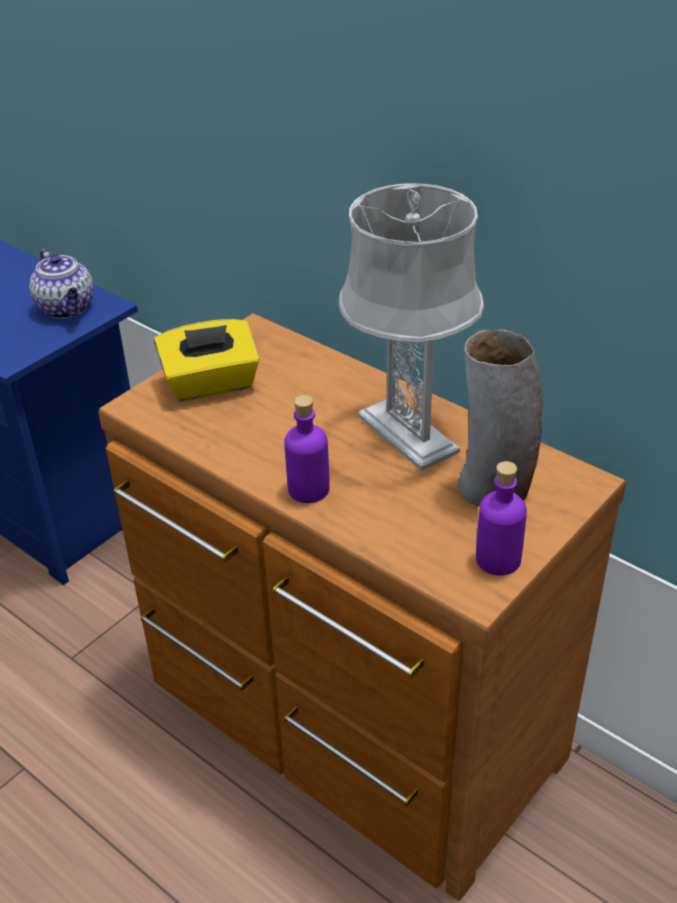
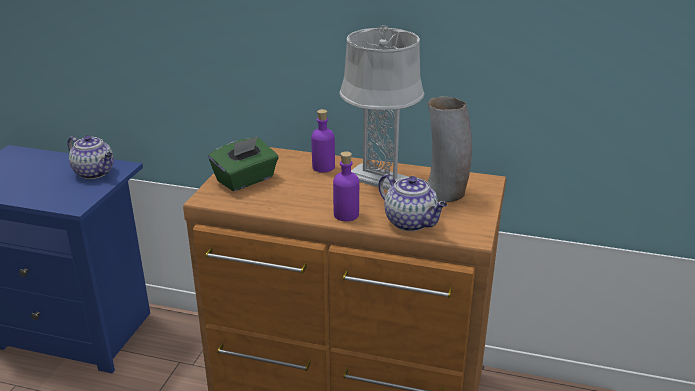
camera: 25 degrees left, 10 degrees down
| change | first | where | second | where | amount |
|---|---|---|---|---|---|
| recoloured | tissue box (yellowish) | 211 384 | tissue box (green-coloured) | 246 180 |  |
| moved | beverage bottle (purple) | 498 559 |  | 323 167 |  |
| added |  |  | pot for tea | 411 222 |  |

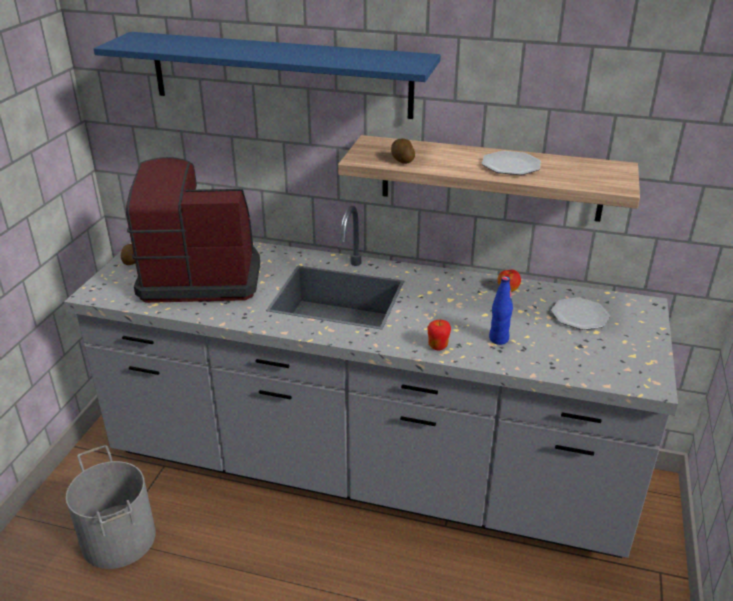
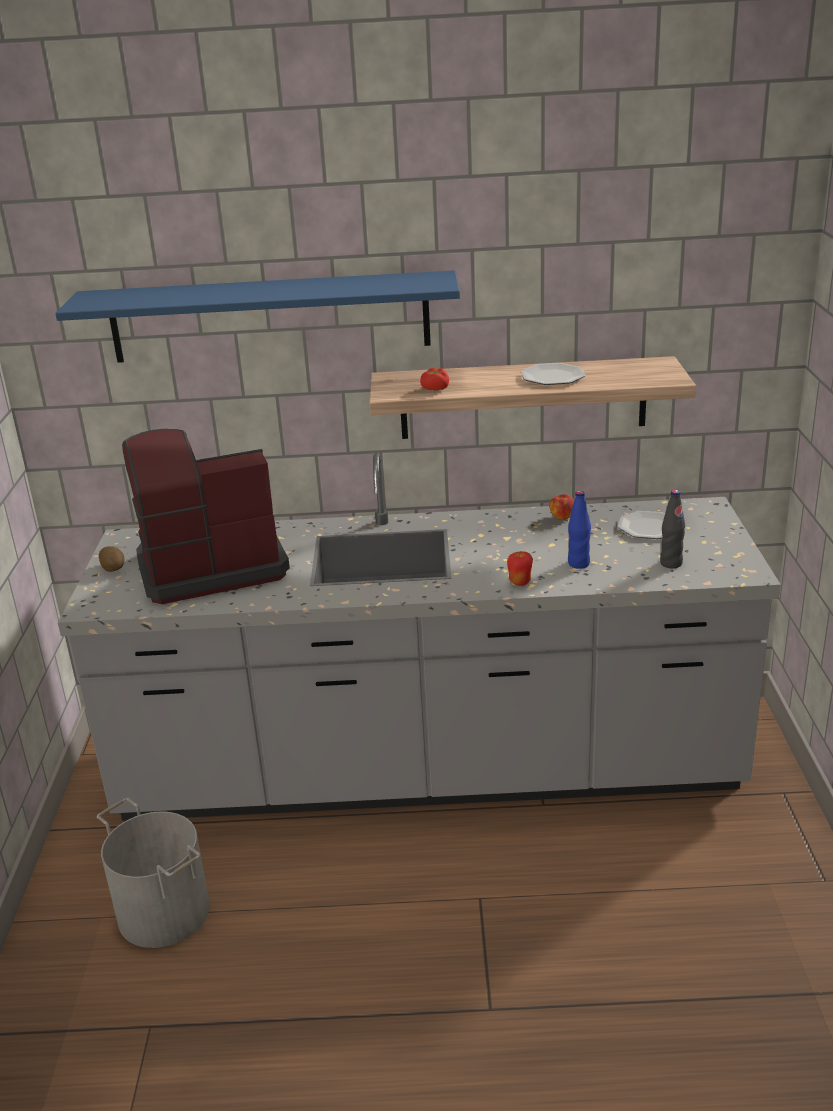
camera: 15 degrees left, 5 degrees down
| change | first | where | second | where | amount |
|---|---|---|---|---|---|
| replaced | spud | 402 160 | whole tomato | 436 389 |  |
| added |  |  | beverage bottle (black-coloured) | 671 563 |  |

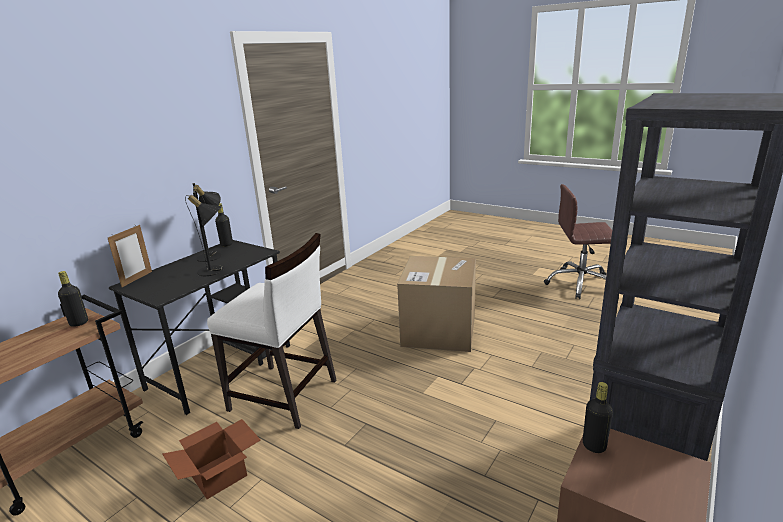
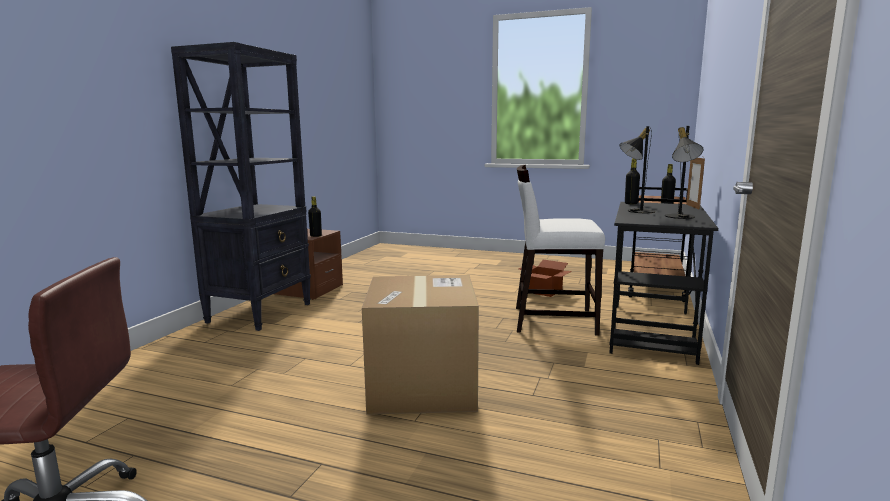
camera: 165 degrees right, 10 degrees down
| change | first | where | second | where | amount |
|---|---|---|---|---|---|
| moved | beverage bottle (black-coloured) | 226 244 |  | 631 203 |  |

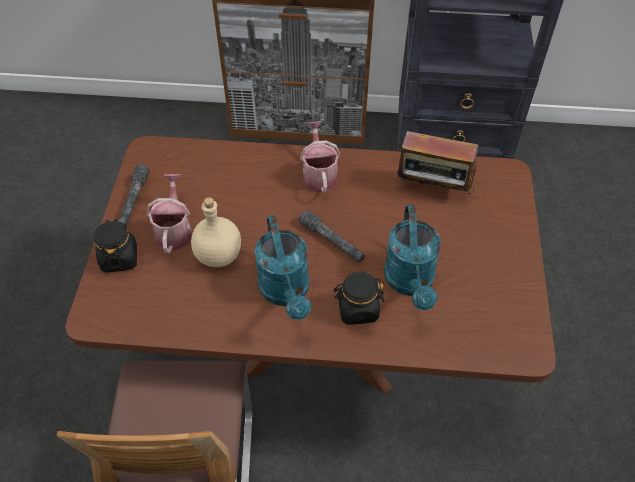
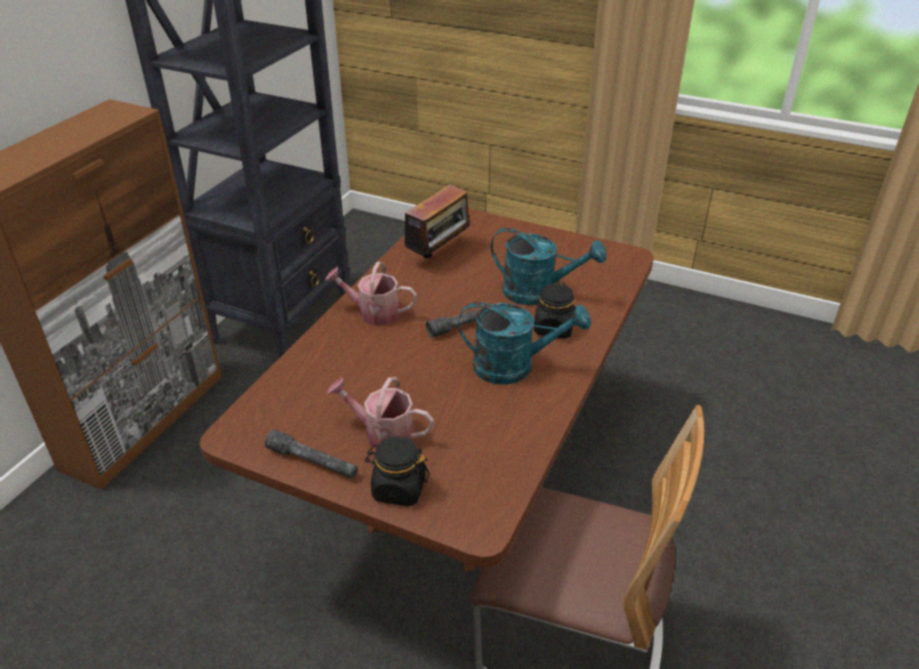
camera: 70 degrees left, 15 degrees down
| change | first | where | second | where | amount |
|---|---|---|---|---|---|
| removed | beverage bottle (beige) | 219 256 |  |  |  |

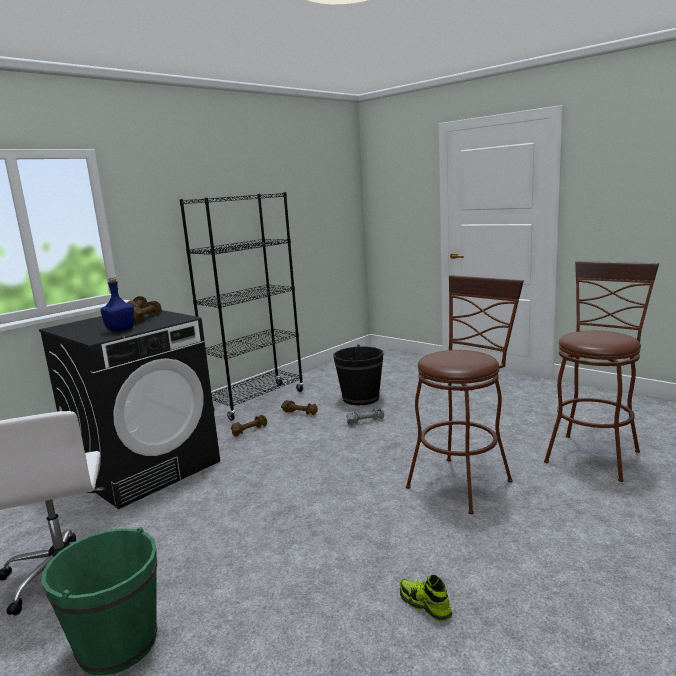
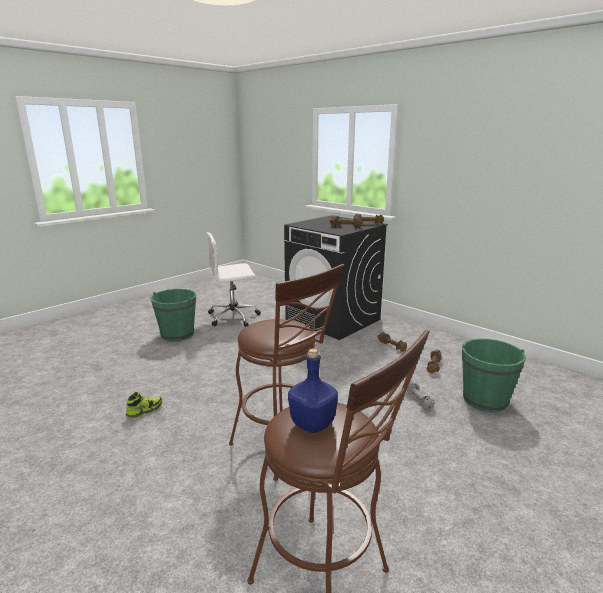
camera: 90 degrees right, 5 degrees up
| change | first | where | second | where | amount |
|---|---|---|---|---|---|
| moved | beverage bottle (blue-coloured) | 120 330 |  | 311 423 |  |
| recoloured | pail (black-coloured) | 361 398 | pail (green-coloured) | 485 400 |  |
| removed | shelving unit (black-coloured) | 257 401 |  |  |  |

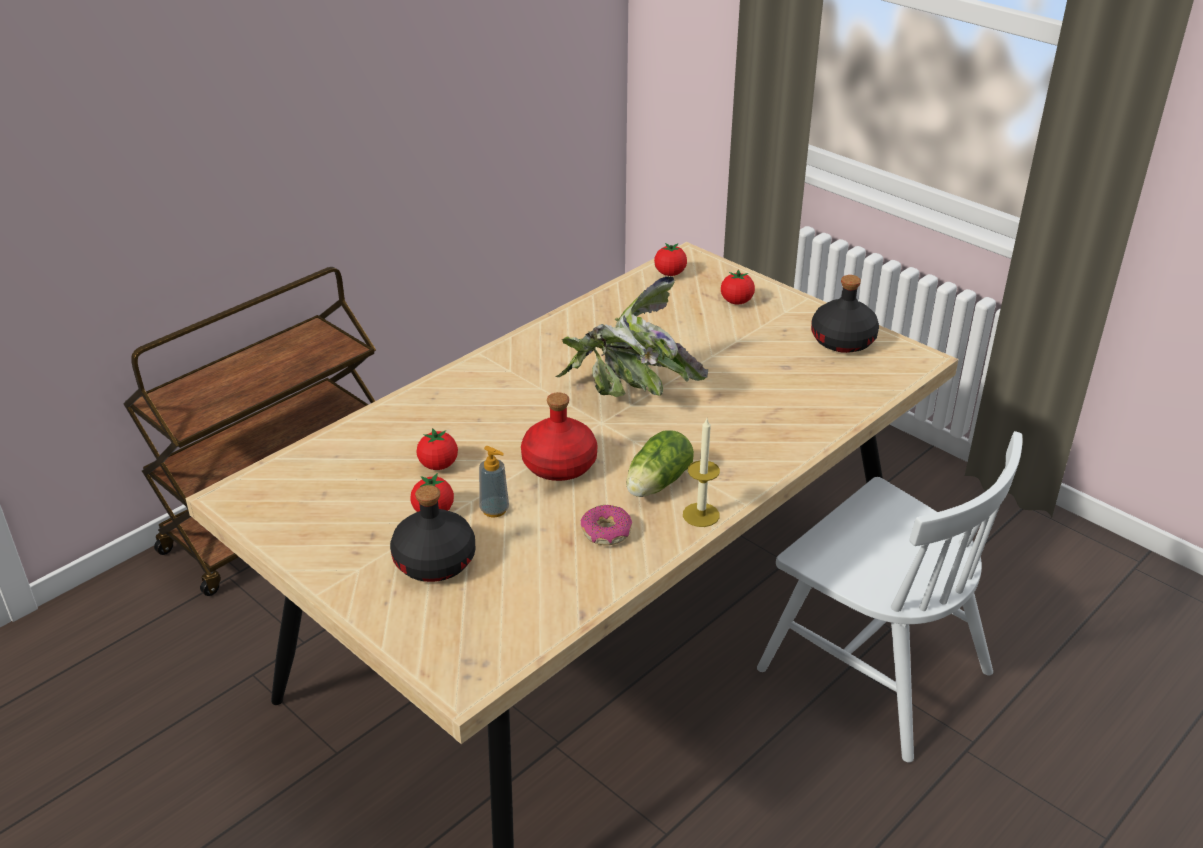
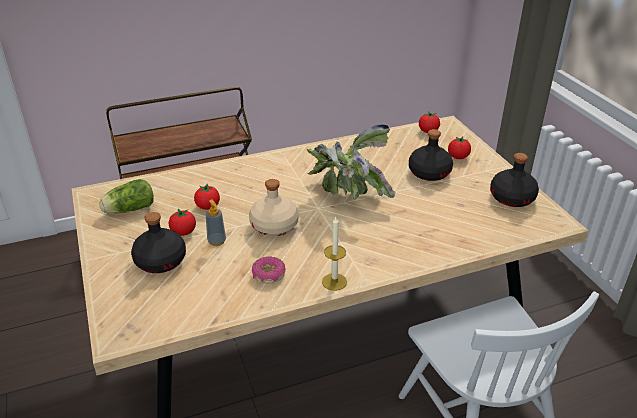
camera: 25 degrees right, 0 degrees up
| change | first | where | second | where | amount |
|---|---|---|---|---|---|
| moved | lettuce | 655 484 |  | 128 210 |  |
| recoloured | beverage bottle (red-coloured) | 559 465 | beverage bottle (beige) | 273 226 |  |
| added |  |  | beverage bottle (black-coloured) | 429 172 |  |

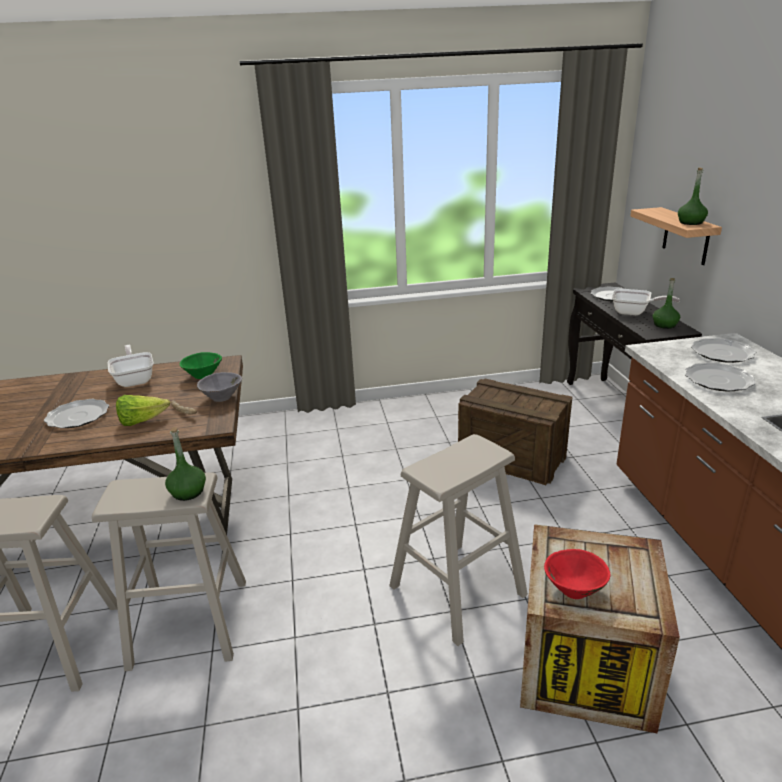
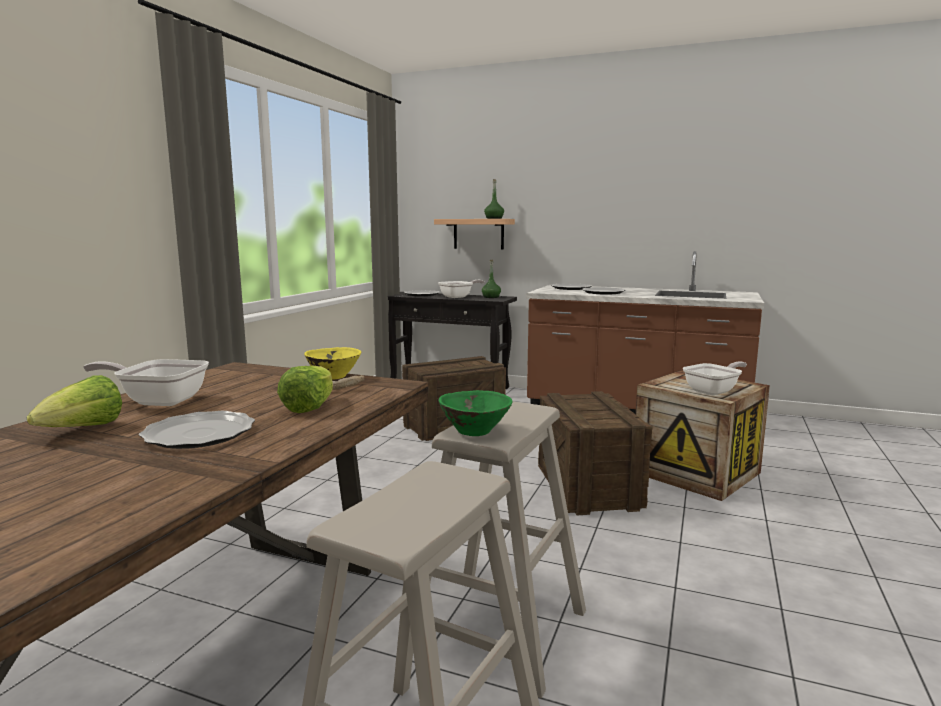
camera: 60 degrees left, 15 degrees down
| change | first | where | second | where | amount |
|---|---|---|---|---|---|
| added |  |  | lettuce | 83 429 |  |
| recoloured | bowl (greyish) | 222 398 | bowl (yellowish) | 334 377 |  |
| moved | bowl (green-coloured) | 203 376 |  | 475 431 |  |
| replaced | stool seat (beige) | 457 590 | crate | 587 486 |  |
| replaced | bowl (red-coloured) | 575 589 | pan | 714 391 |  |
| removed | beverage bottle (green-coloured) | 188 492 |  |  |  |

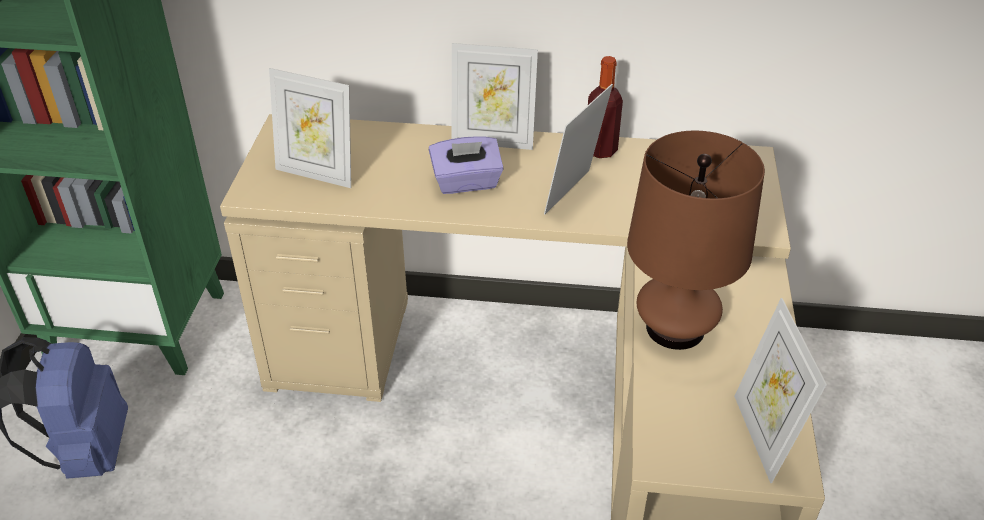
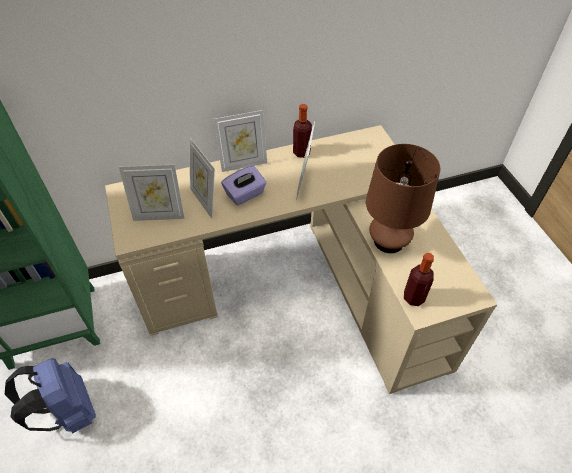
camera: 25 degrees left, 10 degrees up
| change | first | where | second | where | amount |
|---|---|---|---|---|---|
| moved | standing frame | 763 436 |  | 205 201 |  |
| added |  |  | beverage bottle | 413 297 |  |

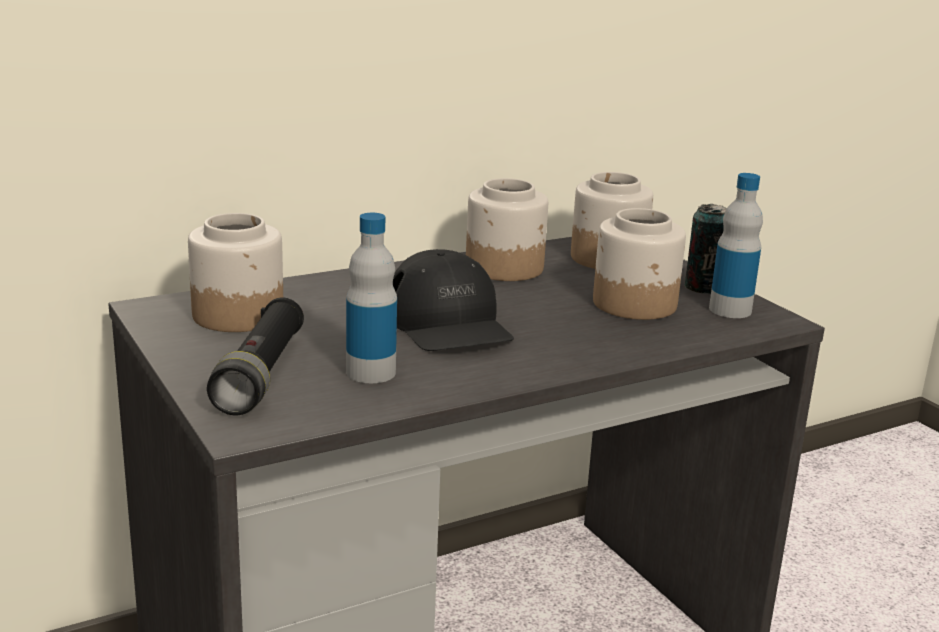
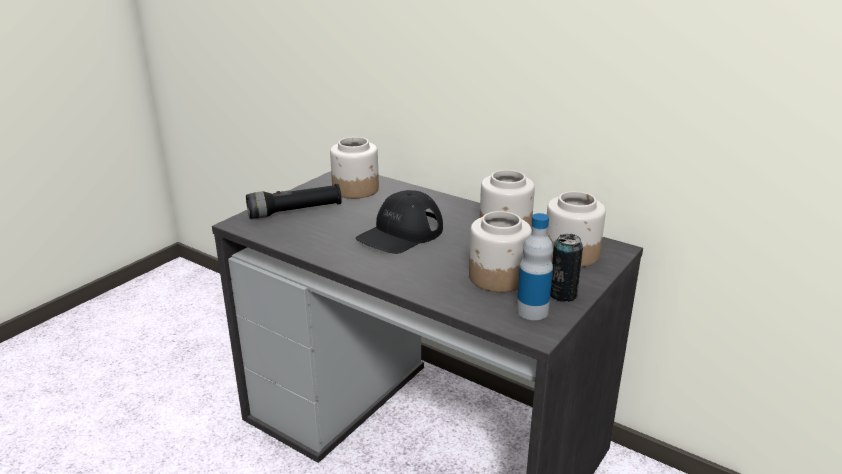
camera: 65 degrees right, 5 degrees up
| change | first | where | second | where | amount |
|---|---|---|---|---|---|
| removed | beverage bottle | 371 372 |  |  |  |

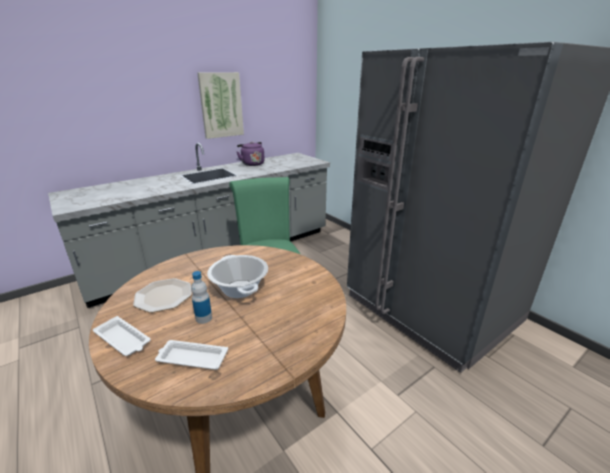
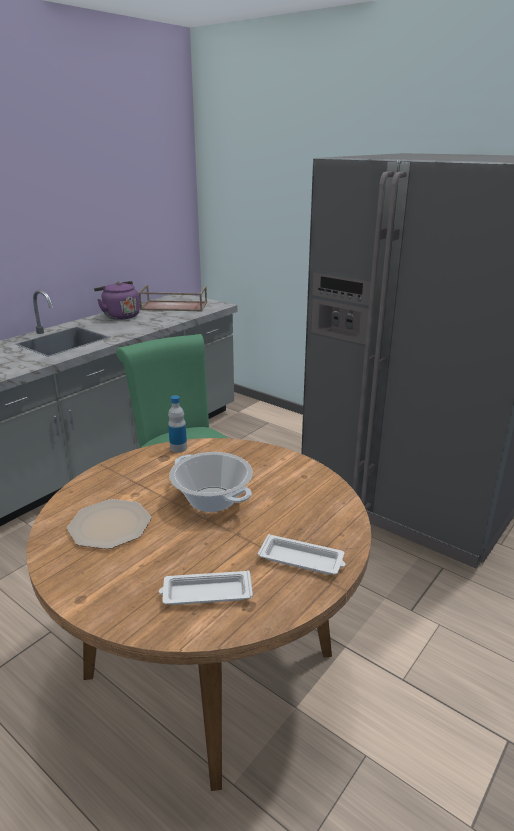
camera: 15 degrees left, 0 degrees up
| change | first | where | second | where | amount |
|---|---|---|---|---|---|
| added |  |  | carrying tray (brown-coloured) | 173 306 |  |
| moved | beverage bottle | 204 318 |  | 178 448 |  |
| moved | carrying tray (whitish) | 123 339 |  | 302 560 |  |
| removed | wall picture | 221 105 |  |  |  |

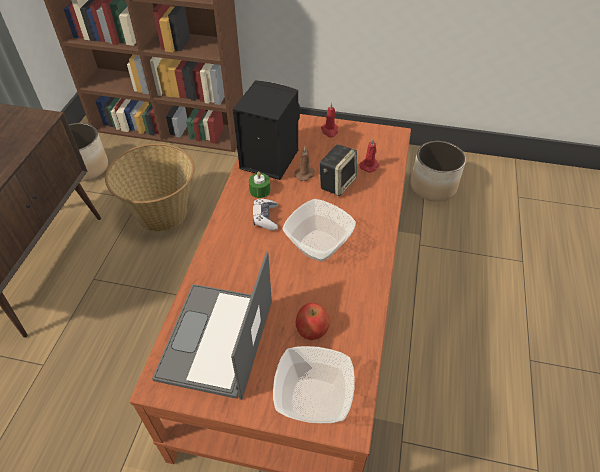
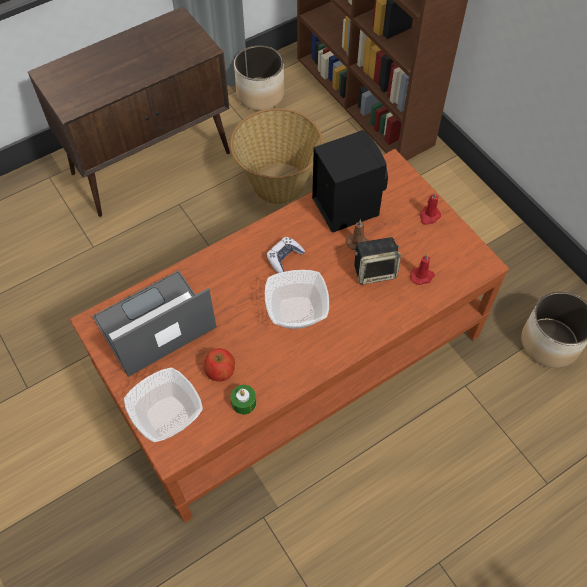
camera: 45 degrees right, 10 degrees up
| change | first | where | second | where | amount |
|---|---|---|---|---|---|
| moved | candle (green-coloured) | 260 190 |  | 244 402 |  |

